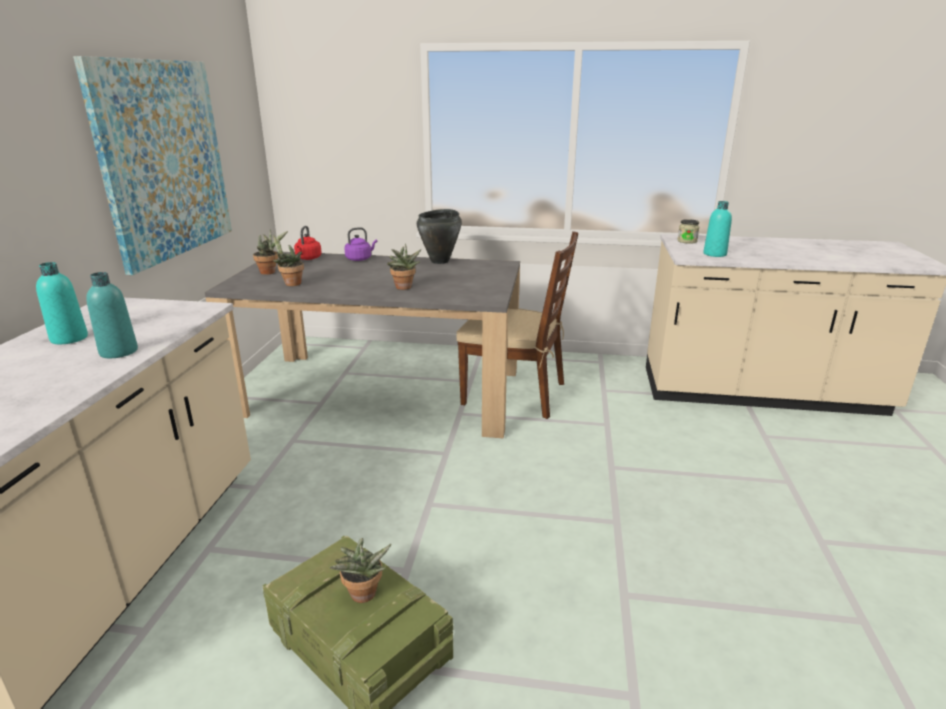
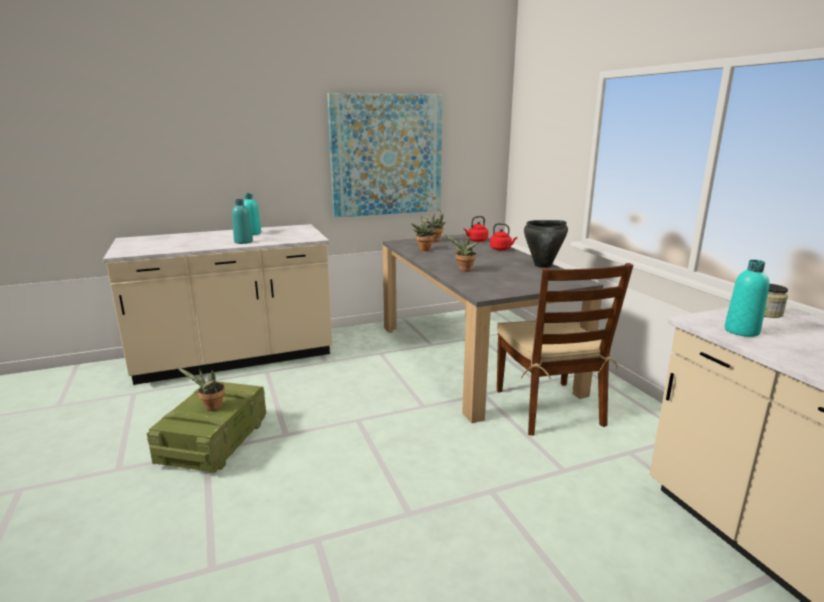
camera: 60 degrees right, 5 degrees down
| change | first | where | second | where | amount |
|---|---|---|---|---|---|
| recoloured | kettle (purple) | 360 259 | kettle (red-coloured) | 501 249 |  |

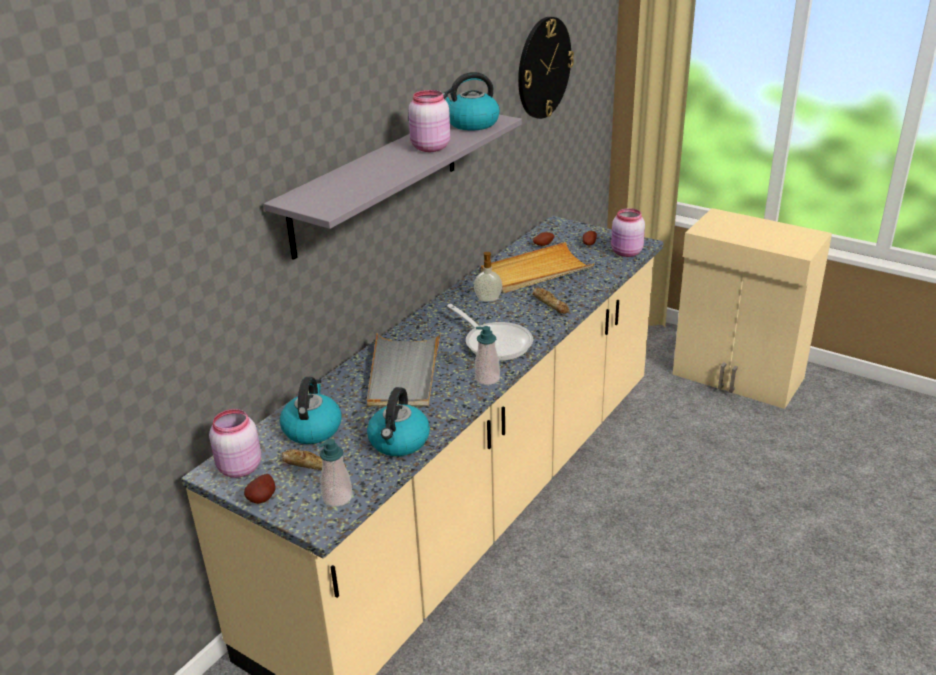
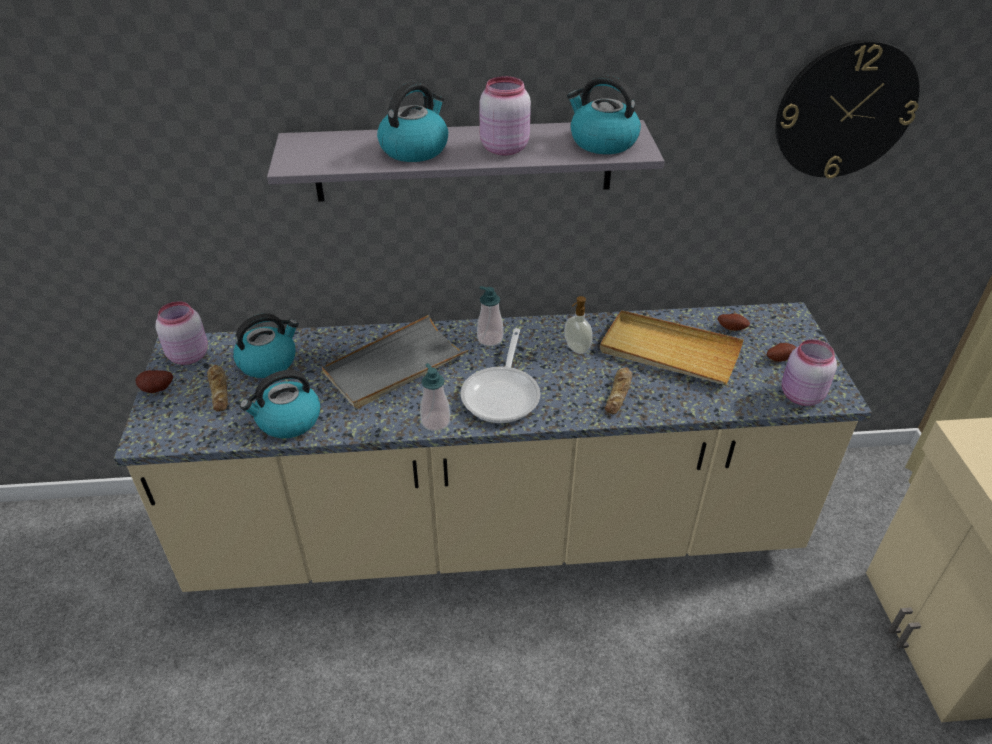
camera: 50 degrees right, 10 degrees up
| change | first | where | second | where | amount |
|---|---|---|---|---|---|
| added |  |  | kettle | 414 149 |  |
| moved | liquid soap bottle | 337 498 |  | 490 339 |  |

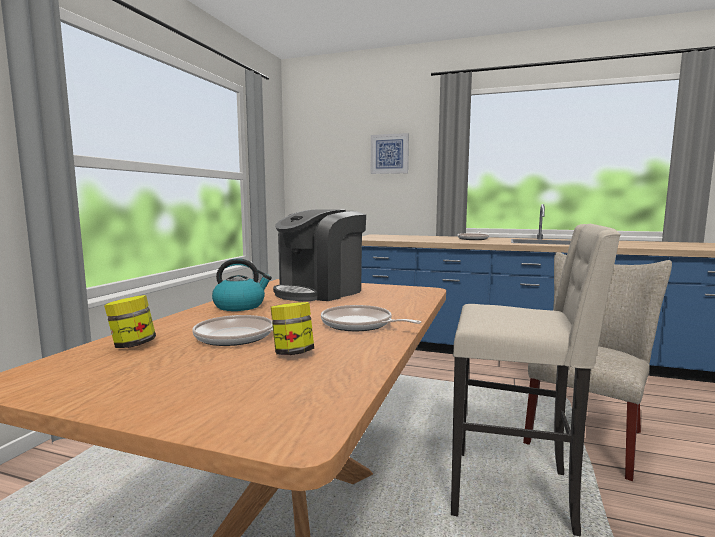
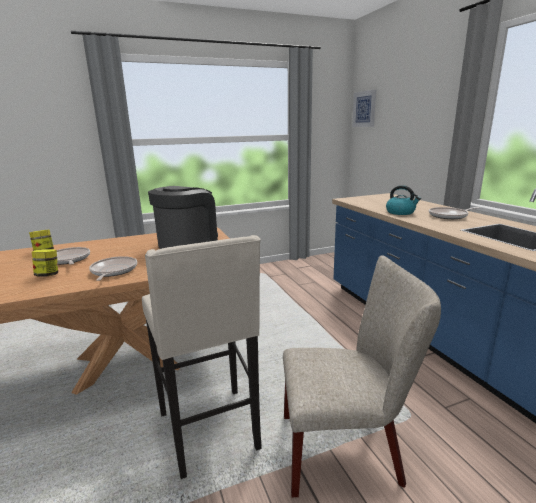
camera: 50 degrees right, 10 degrees up
| change | first | where | second | where | amount |
|---|---|---|---|---|---|
| turned | coffee machine | 320 291 |  | 187 243 | 120 degrees clockwise |
| moved | wall picture | 389 154 |  | 364 109 |  |
| moved | kettle | 240 306 |  | 401 212 |  |

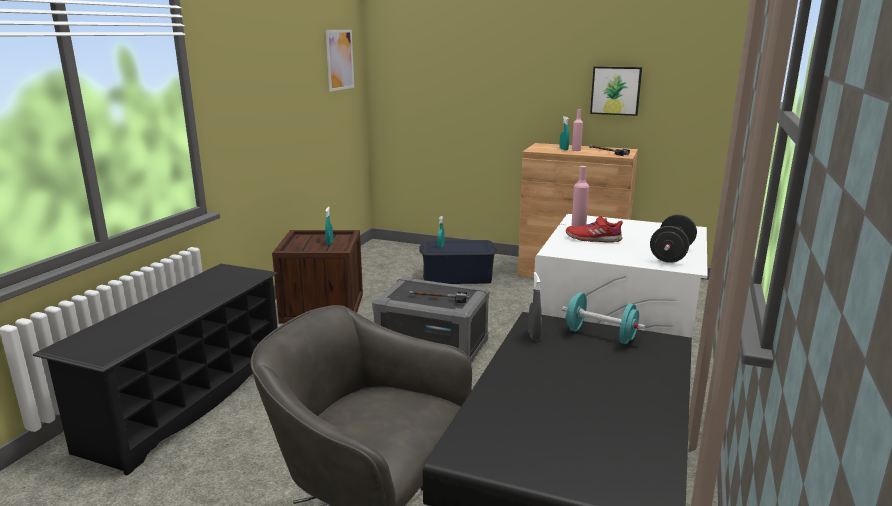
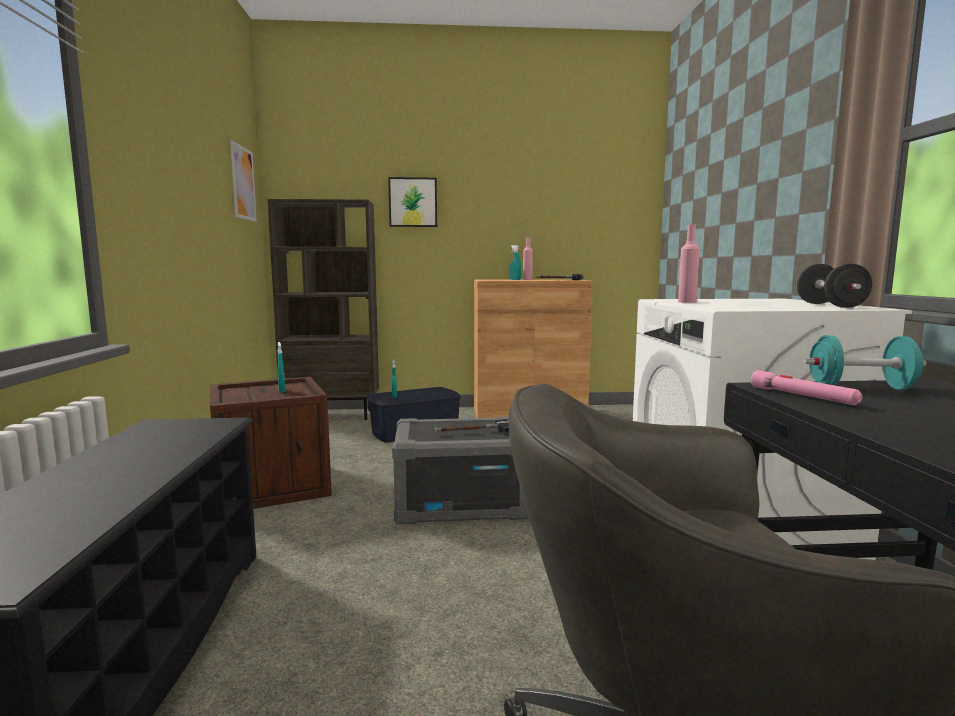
camera: 25 degrees left, 10 degrees down
| change | first | where | second | where | amount |
|---|---|---|---|---|---|
| added |  |  | shelving unit (brown-coloured) | 332 415 |  |
| moved | wall picture | 615 90 |  | 413 202 |  |
| replaced | hand sprayer (greyish) | 534 336 | torch (pinkish) | 802 396 |  |
| removed | item of footwear (red-coloured) | 593 239 |  |  |  |

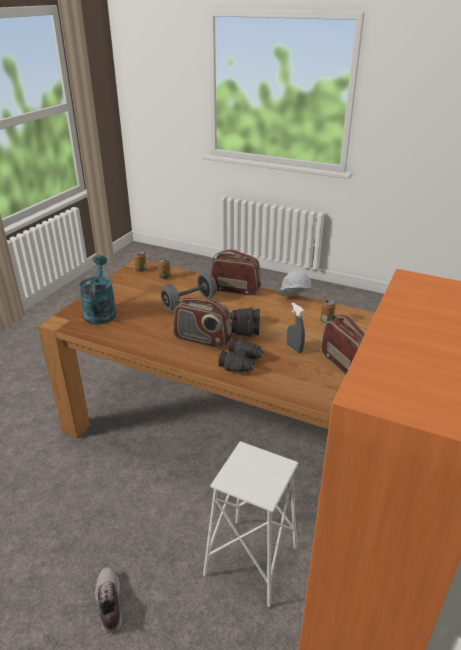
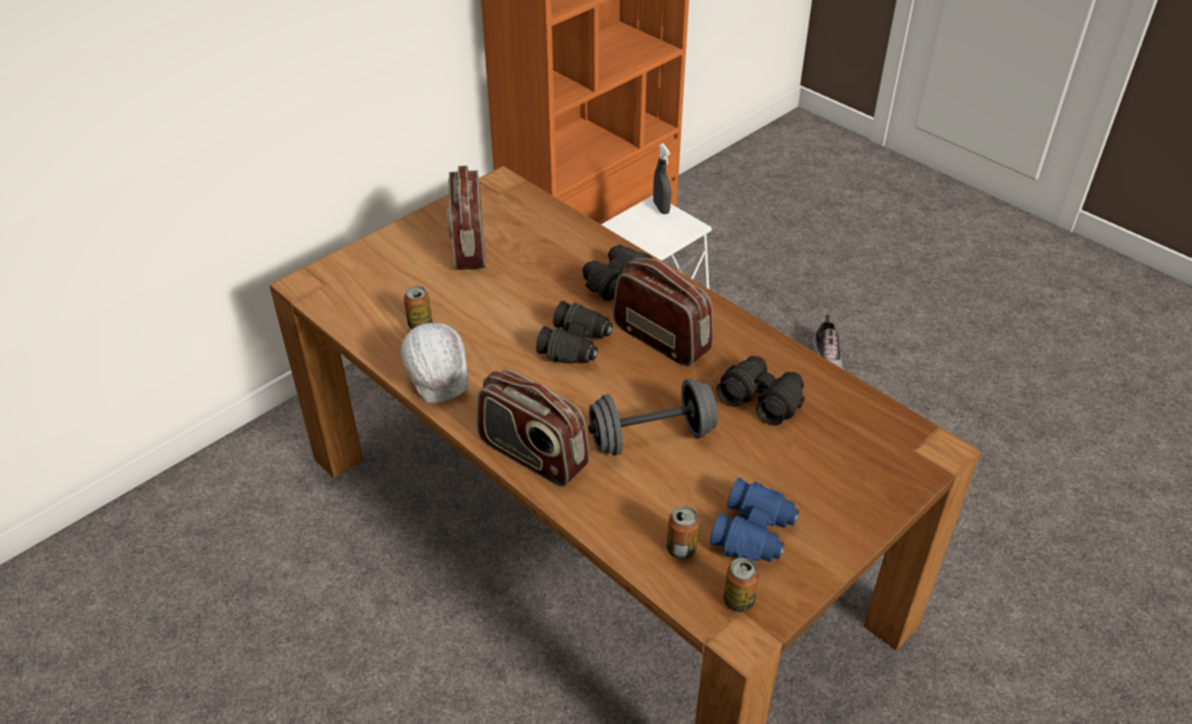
camera: 160 degrees left, 10 degrees up
| change | first | where | second | where | amount |
|---|---|---|---|---|---|
| moved | hand sprayer (greyish) | 294 348 |  | 661 208 |  |
| added |  |  | binoculars (blue-coloured) | 754 533 |  |
| added |  |  | binoculars (black-coloured) | 761 398 |  |
| removed | sprinkling can (turquoise) | 100 311 |  |  |  |

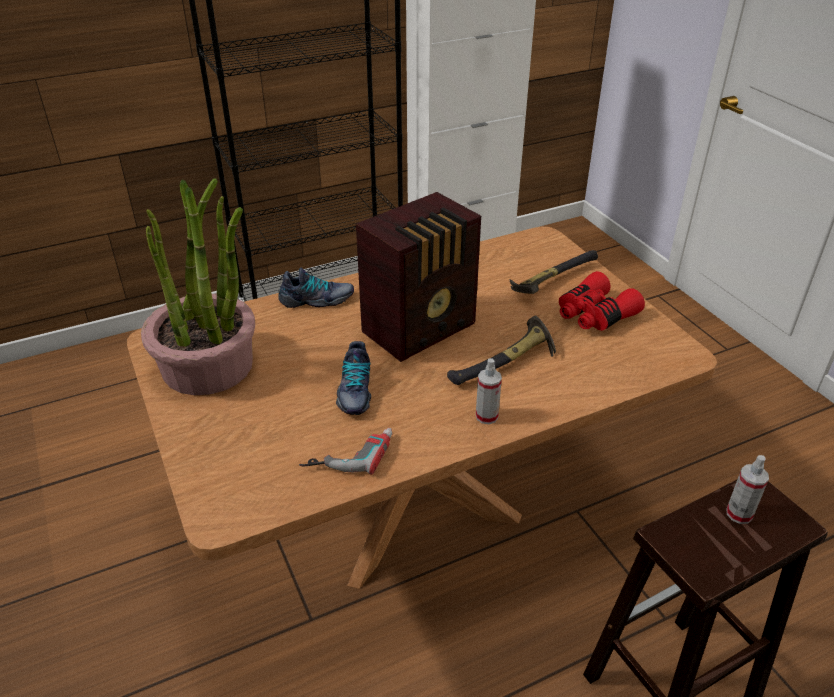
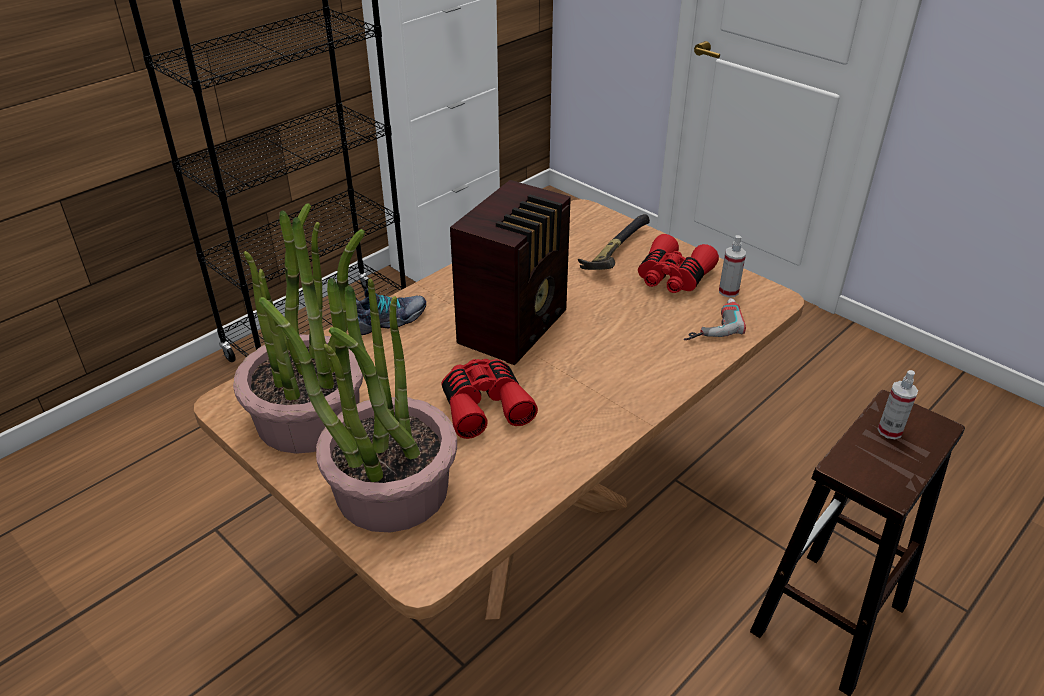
camera: 20 degrees left, 0 degrees up
| change | first | where | second | where | amount |
|---|---|---|---|---|---|
| added |  |  | potted plant | 390 489 |  |
| replaced | item of footwear | 354 391 | binoculars (red-coloured) | 484 405 |  |
| moved | electric drill | 349 452 |  | 709 324 |  |
| moved | hand sprayer | 486 416 |  | 728 291 |  |
| removed | hand hammer | 506 365 |  |  |  |

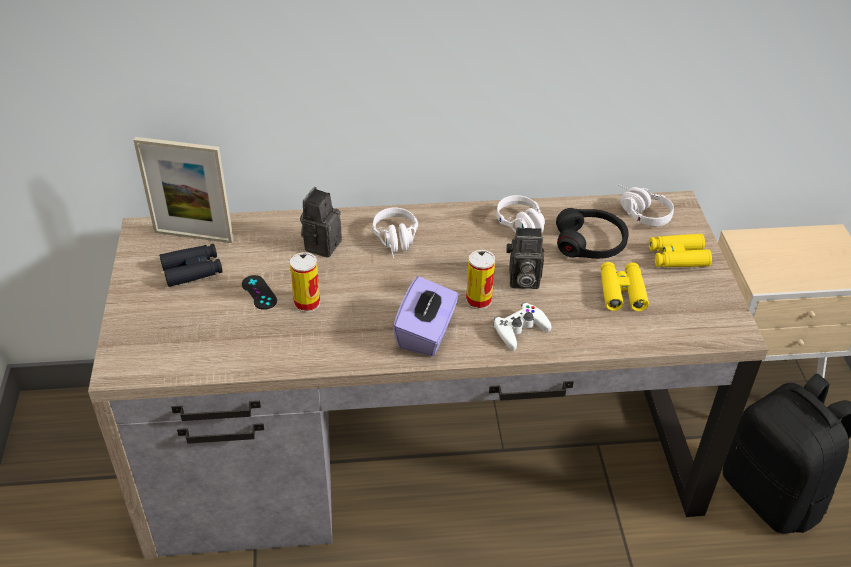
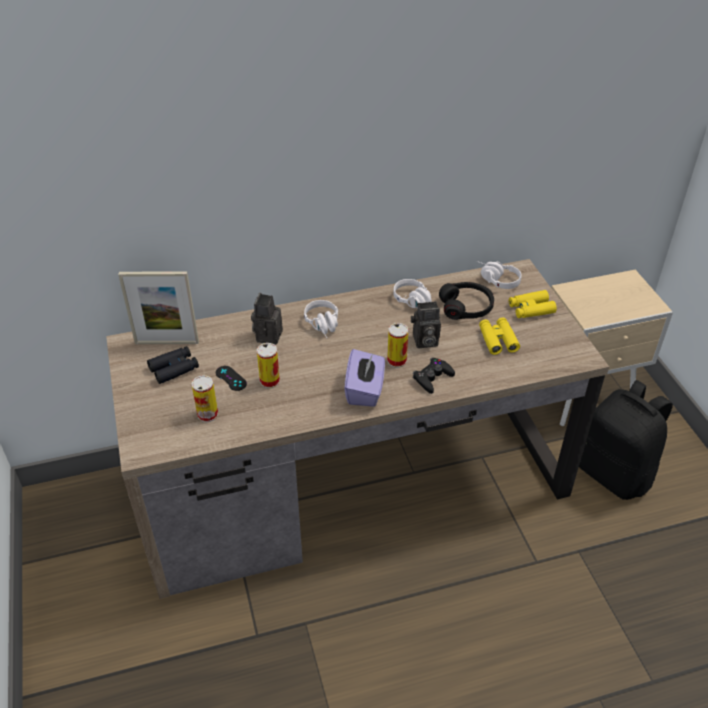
camera: 10 degrees left, 0 degrees up
| change | first | where | second | where | amount |
|---|---|---|---|---|---|
| added |  |  | can | 207 414 |  |
| recoloured | game controller (whitish) | 520 330 | game controller (black-coloured) | 432 378 |  |

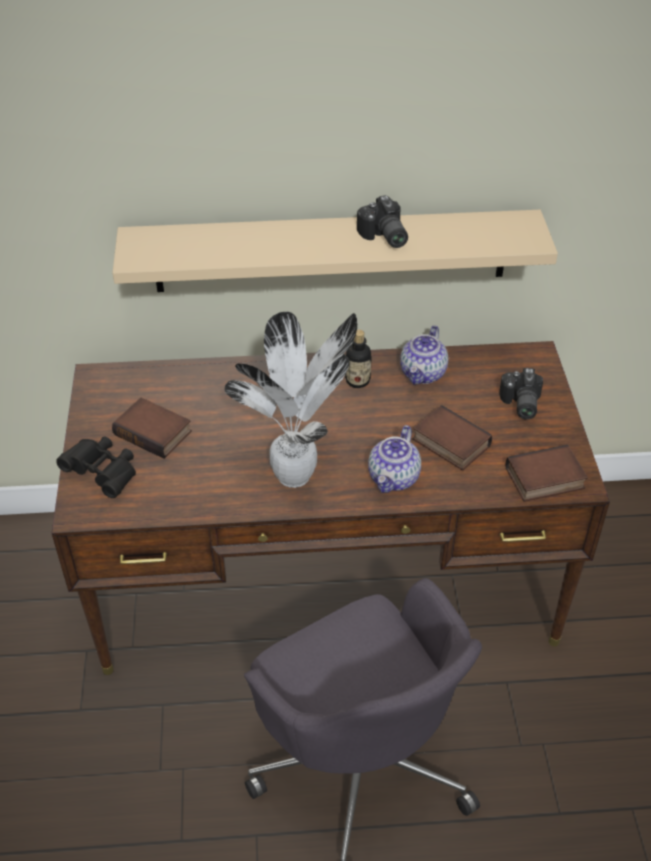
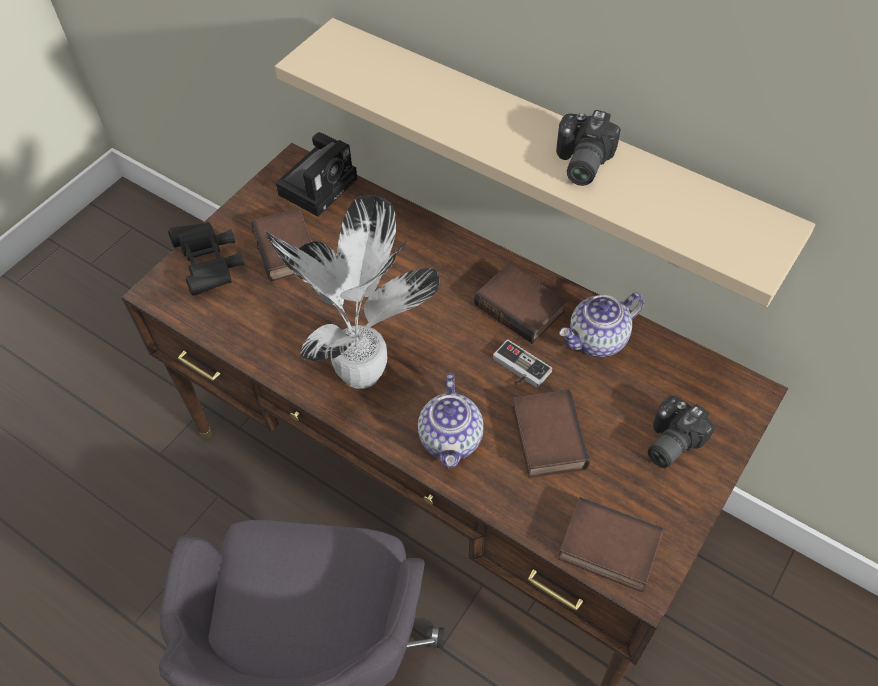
camera: 40 degrees right, 10 degrees up
| change | first | where | second | where | amount |
|---|---|---|---|---|---|
| added |  |  | still camera | 319 184 |  |
| turned | pot for tea | 394 478 |  | 451 439 | 60 degrees counterclockwise |
| replaced | beverage bottle | 357 381 | volume | 522 307 |  |
| added |  |  | game controller | 518 369 |  |

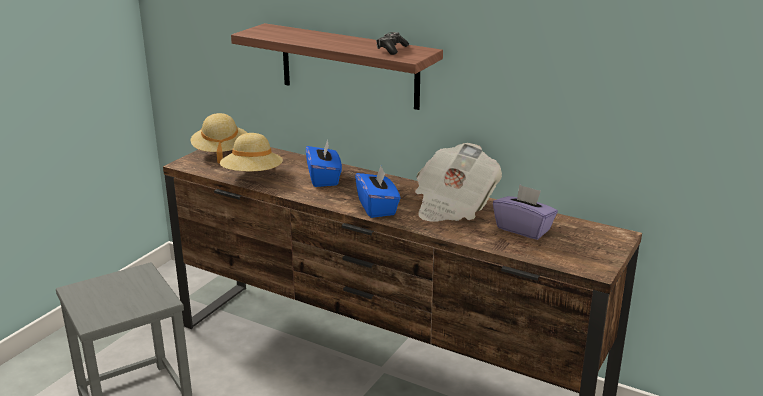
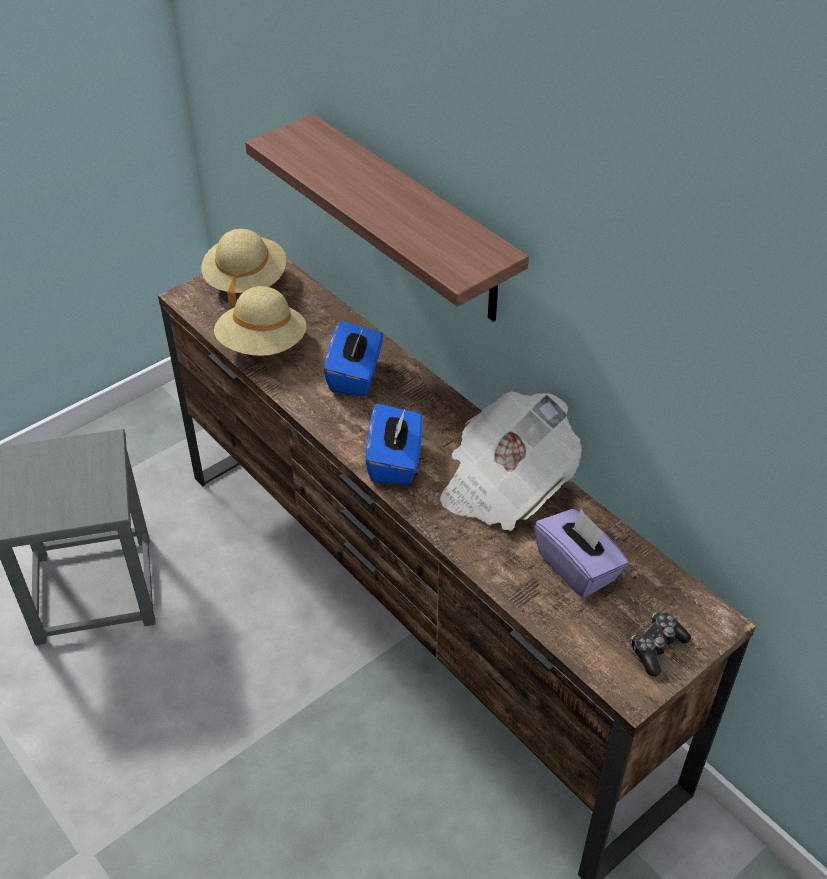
camera: 20 degrees right, 20 degrees up
| change | first | where | second | where | amount |
|---|---|---|---|---|---|
| moved | game controller | 391 49 |  | 656 647 |  |

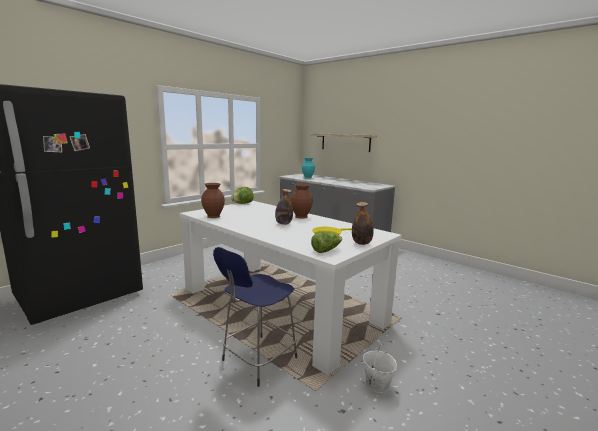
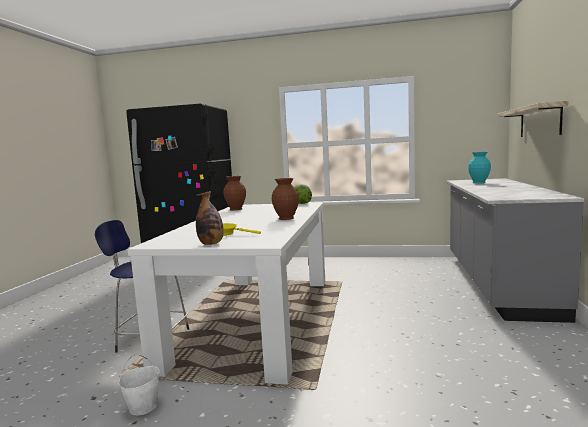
camera: 60 degrees right, 5 degrees down
| change | first | where | second | where | amount |
|---|---|---|---|---|---|
| removed | beverage bottle | 283 223 |  |  |  |
| removed | lettuce | 326 250 |  |  |  |

